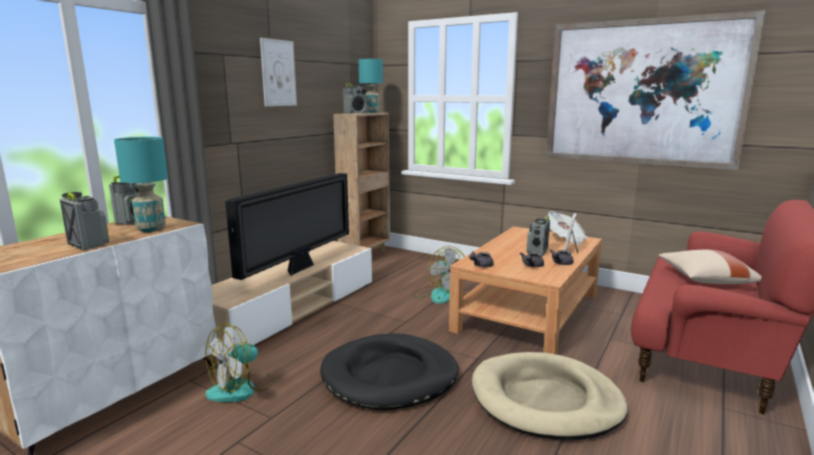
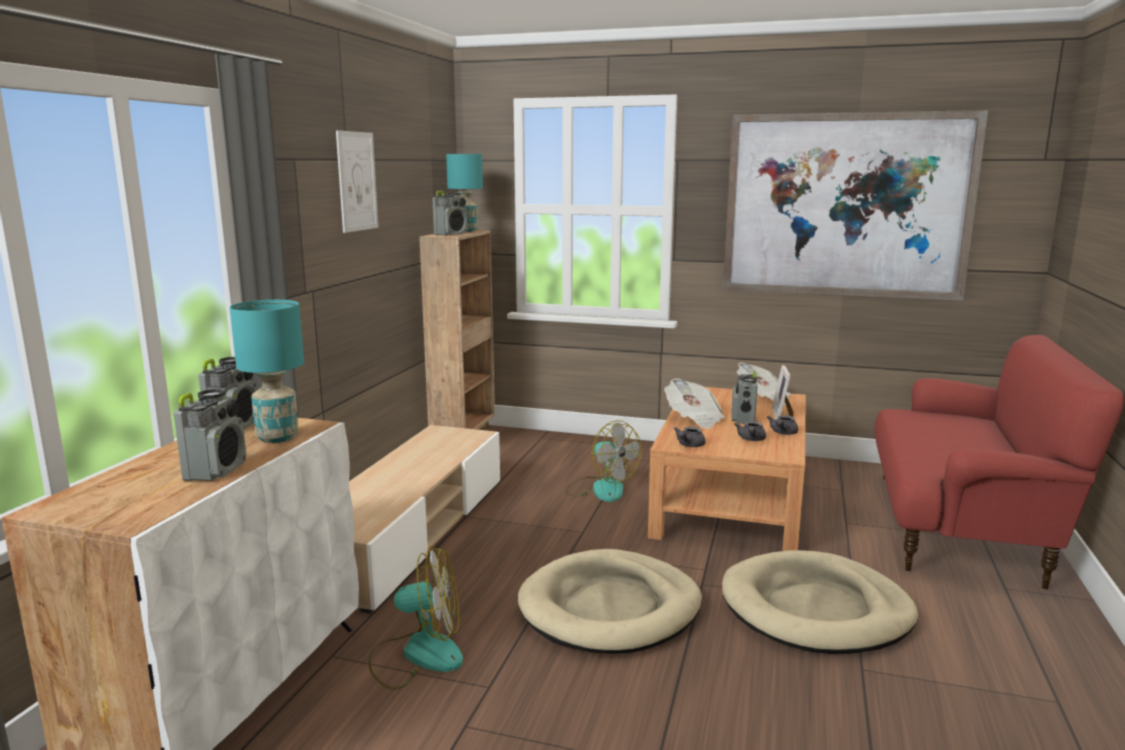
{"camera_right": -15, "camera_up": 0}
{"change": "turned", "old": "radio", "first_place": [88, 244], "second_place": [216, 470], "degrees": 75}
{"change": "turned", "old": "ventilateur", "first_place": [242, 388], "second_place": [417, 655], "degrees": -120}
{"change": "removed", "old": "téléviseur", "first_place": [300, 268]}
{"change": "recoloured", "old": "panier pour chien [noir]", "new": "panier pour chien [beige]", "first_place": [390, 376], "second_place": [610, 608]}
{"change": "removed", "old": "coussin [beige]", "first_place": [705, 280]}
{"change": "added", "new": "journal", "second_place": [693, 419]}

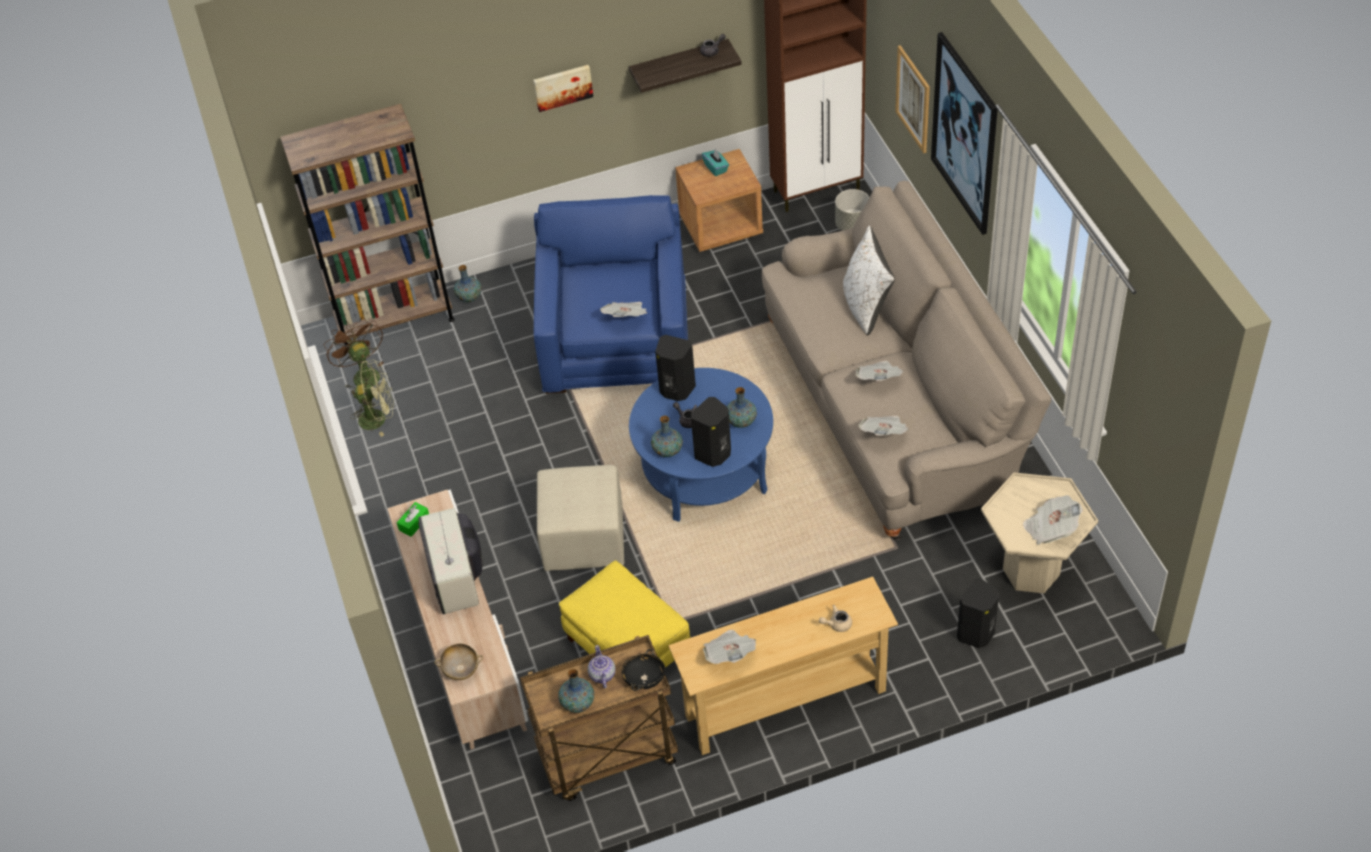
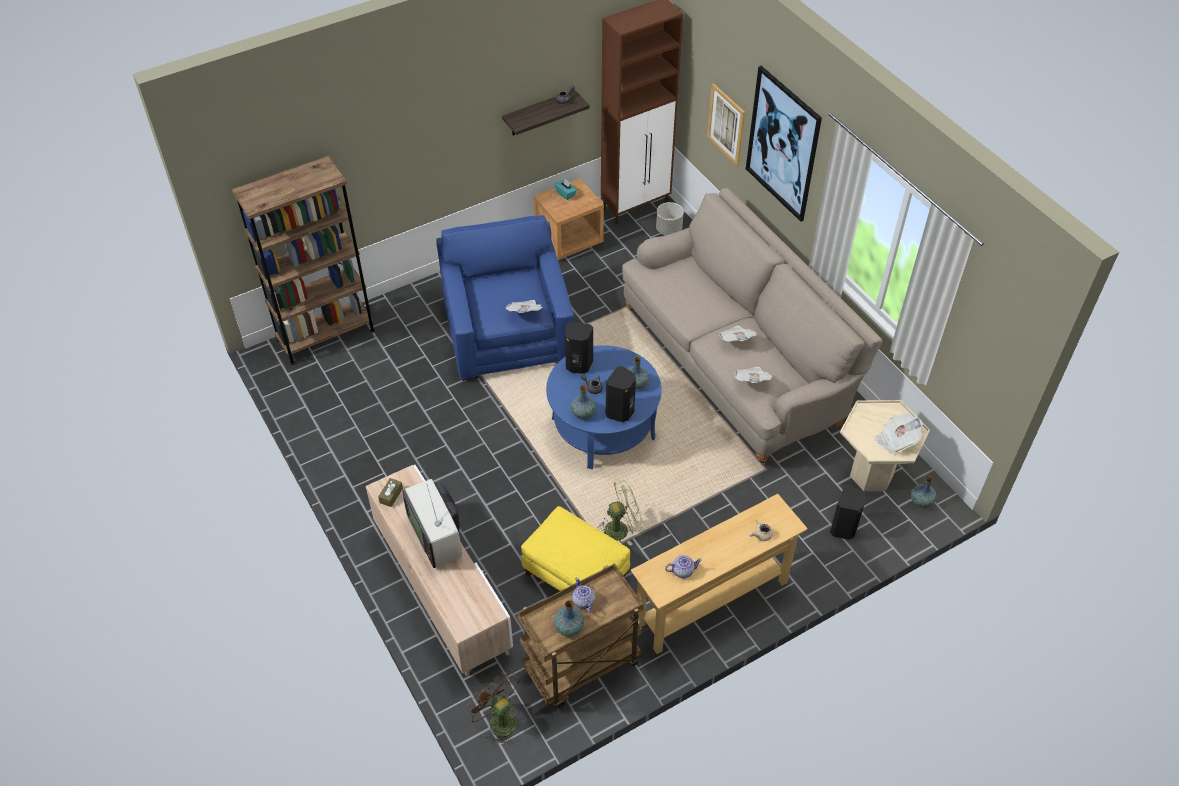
{"camera_right": -15, "camera_up": 0}
{"change": "moved", "old": "ventilateur [marron]", "first_place": [362, 375], "second_place": [497, 721]}
{"change": "moved", "old": "ventilateur [vert]", "first_place": [378, 418], "second_place": [621, 528]}
{"change": "recoloured", "old": "boîte à mouchoirs [vert]", "new": "boîte à mouchoirs [marron]", "first_place": [414, 523], "second_place": [391, 495]}
{"change": "removed", "old": "bol [beige]", "first_place": [461, 669]}
{"change": "moved", "old": "vase", "first_place": [469, 297], "second_place": [921, 501]}
{"change": "removed", "old": "tableau", "first_place": [562, 86]}
{"change": "removed", "old": "pouf [beige]", "first_place": [583, 538]}
{"change": "removed", "old": "bol [noir]", "first_place": [644, 679]}
{"change": "replaced", "old": "journal", "new": "théière", "first_place": [729, 654], "second_place": [682, 571]}
{"change": "removed", "old": "coussin [blanc]", "first_place": [866, 306]}

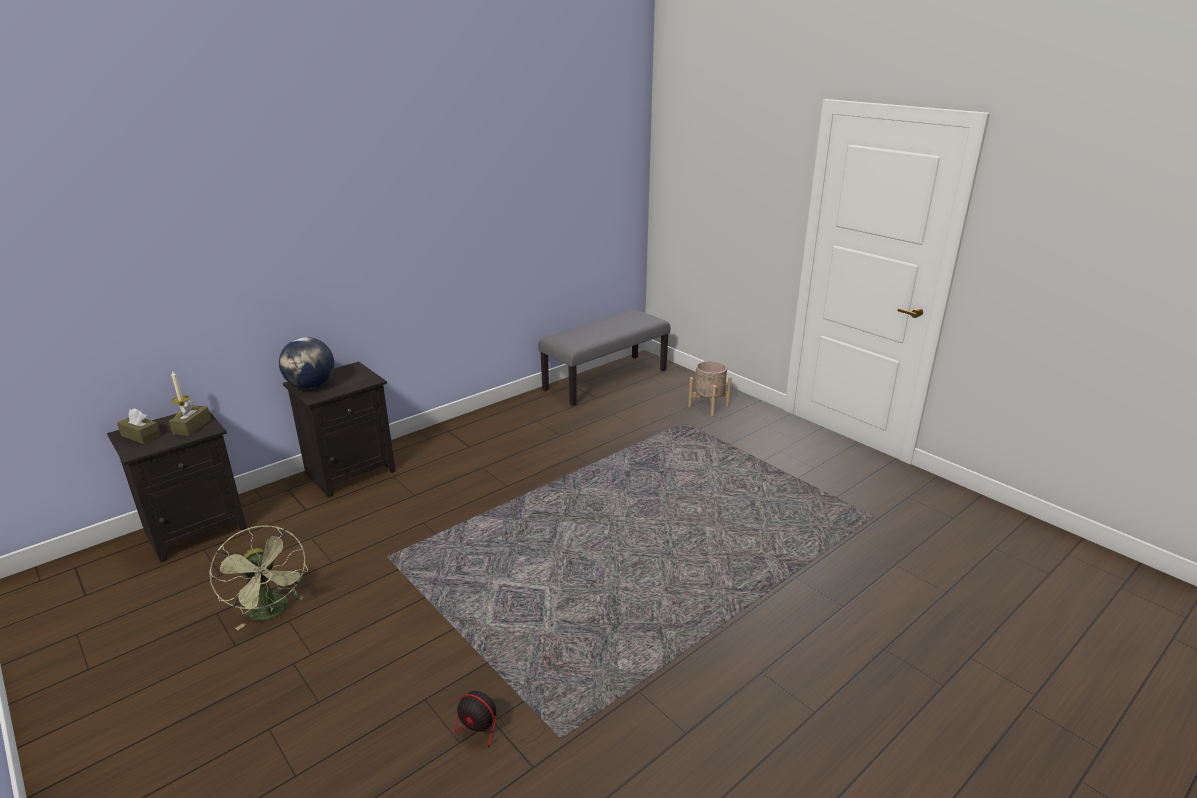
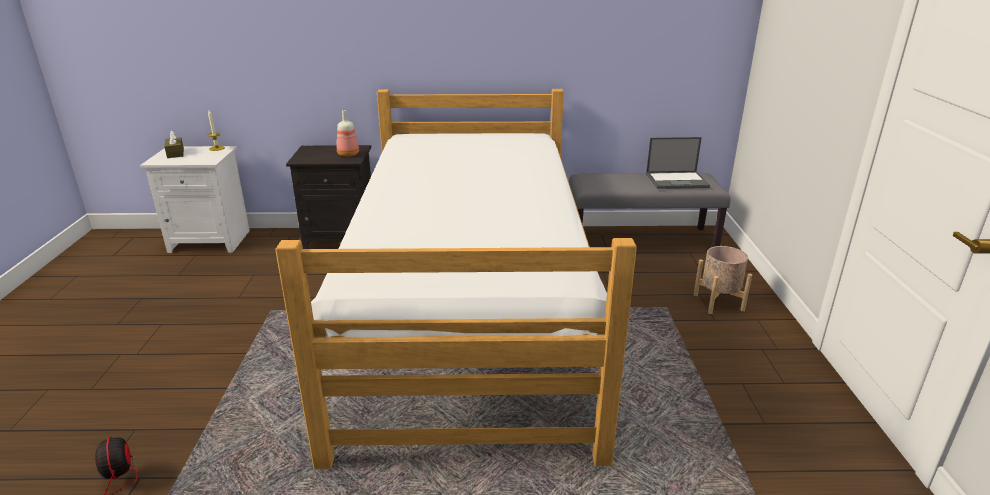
{"camera_right": 40, "camera_up": 0}
{"change": "recoloured", "old": "table de chevet [noir]", "new": "table de chevet [blanc]", "first_place": [197, 529], "second_place": [211, 240]}
{"change": "removed", "old": "boîte à mouchoirs [marron]", "first_place": [192, 427]}
{"change": "removed", "old": "ventilateur [vert]", "first_place": [272, 613]}
{"change": "removed", "old": "globe", "first_place": [311, 386]}
{"change": "added", "new": "lit", "second_place": [470, 313]}
{"change": "added", "new": "bouteille", "second_place": [347, 155]}
{"change": "added", "new": "ordinateur portable", "second_place": [677, 180]}

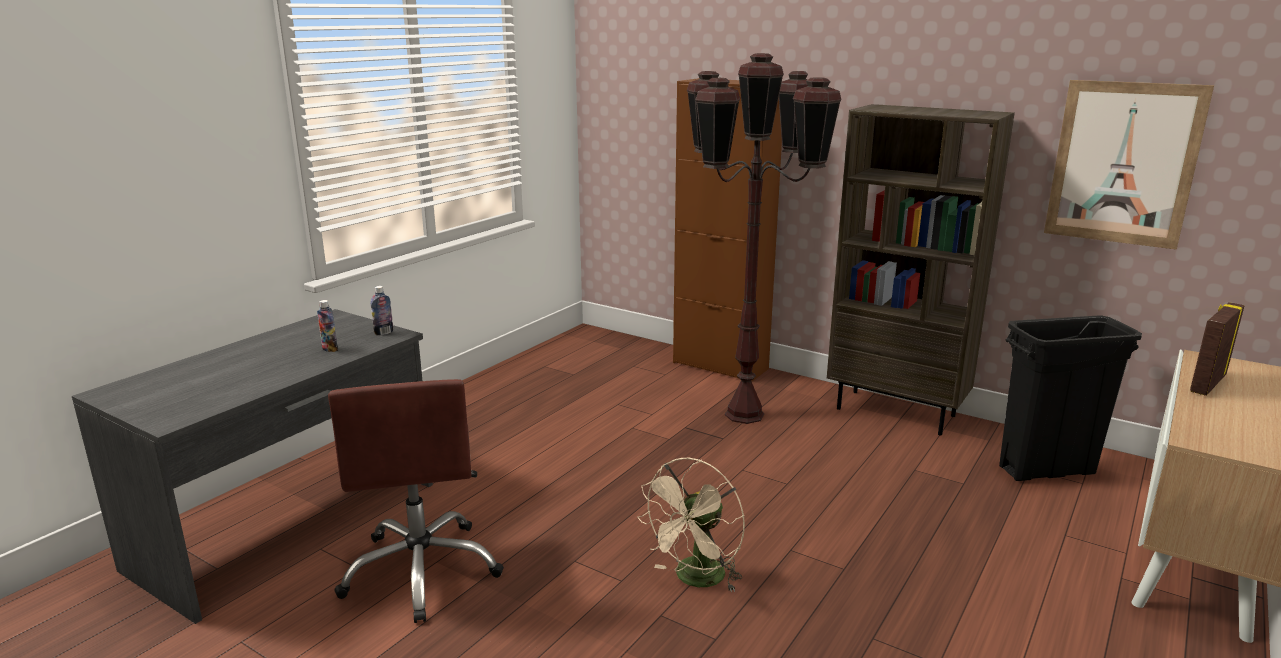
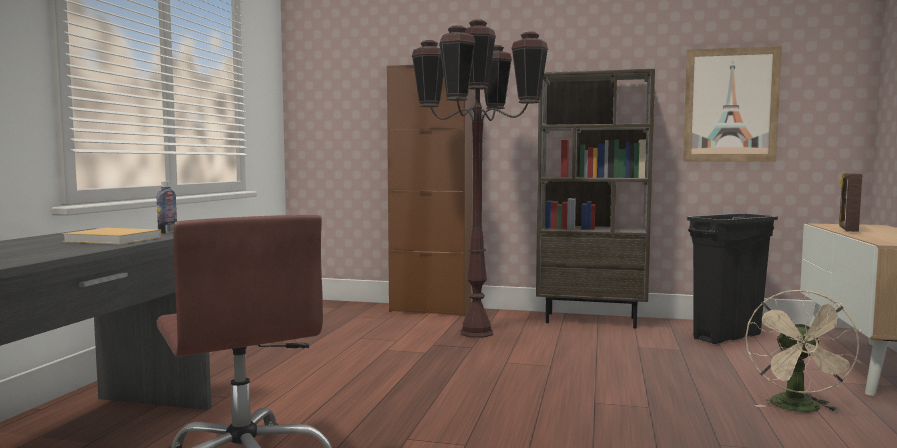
{"camera_right": -20, "camera_up": -15}
{"change": "replaced", "old": "bouteille", "new": "livre [beige]", "first_place": [330, 349], "second_place": [115, 239]}
{"change": "moved", "old": "ventilateur [beige]", "first_place": [695, 580], "second_place": [799, 409]}

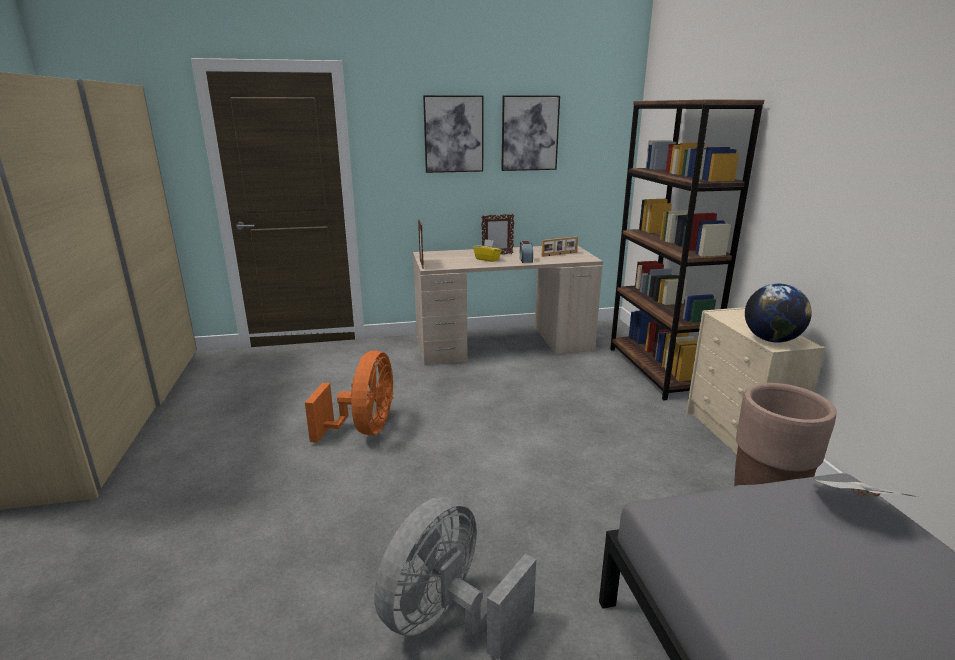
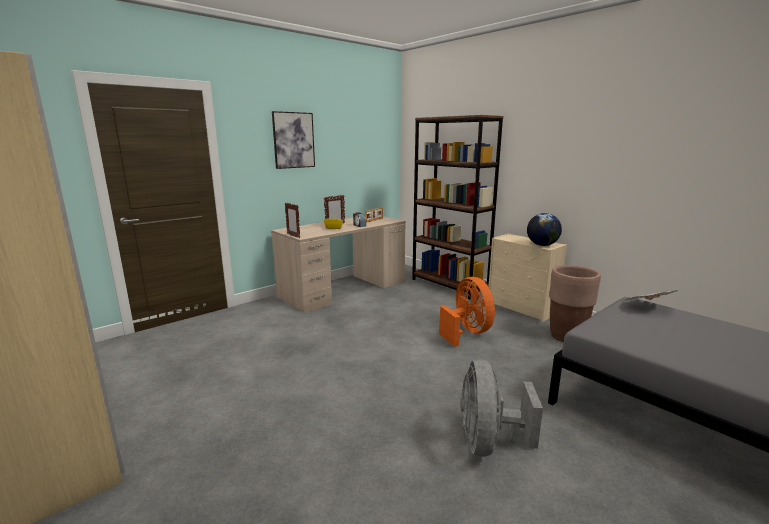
{"camera_right": -30, "camera_up": -5}
{"change": "moved", "old": "ventilateur [orange]", "first_place": [364, 429], "second_place": [467, 333]}
{"change": "removed", "old": "tableau", "first_place": [529, 133]}

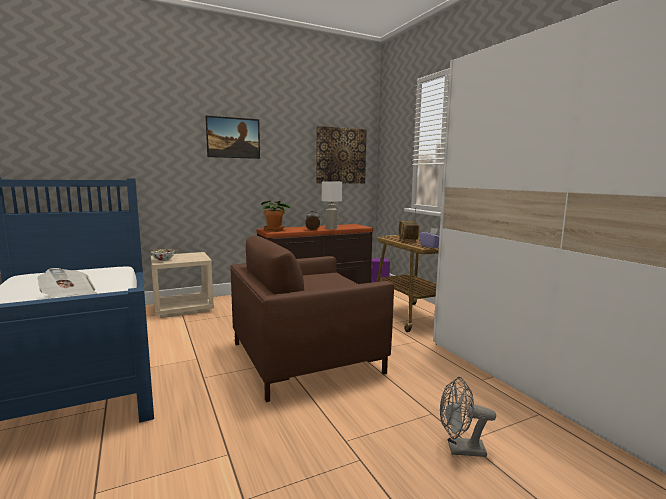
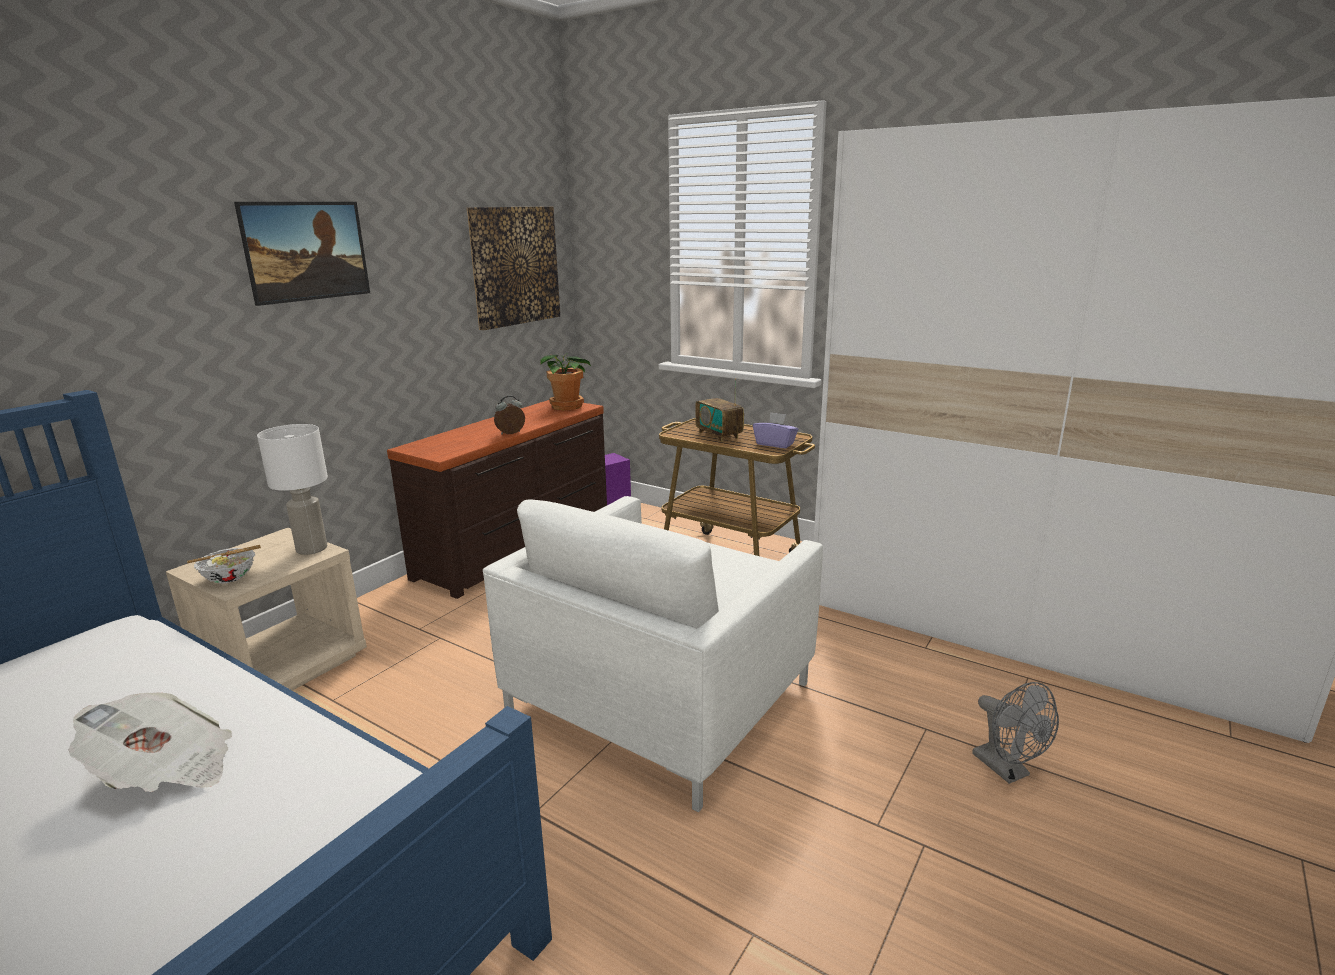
{"camera_right": -30, "camera_up": 10}
{"change": "recoloured", "old": "fauteuil [marron]", "new": "fauteuil [blanc]", "first_place": [305, 357], "second_place": [660, 698]}
{"change": "moved", "old": "plante en pot", "first_place": [275, 230], "second_place": [568, 406]}
{"change": "moved", "old": "lampe de table [blanc]", "first_place": [331, 228], "second_place": [312, 549]}
{"change": "turned", "old": "ventilateur [gris]", "first_place": [460, 449], "second_place": [1007, 770], "degrees": -90}

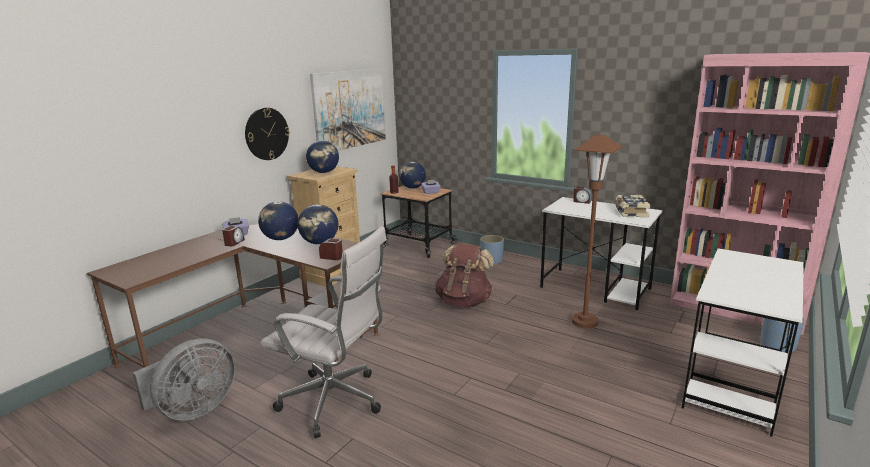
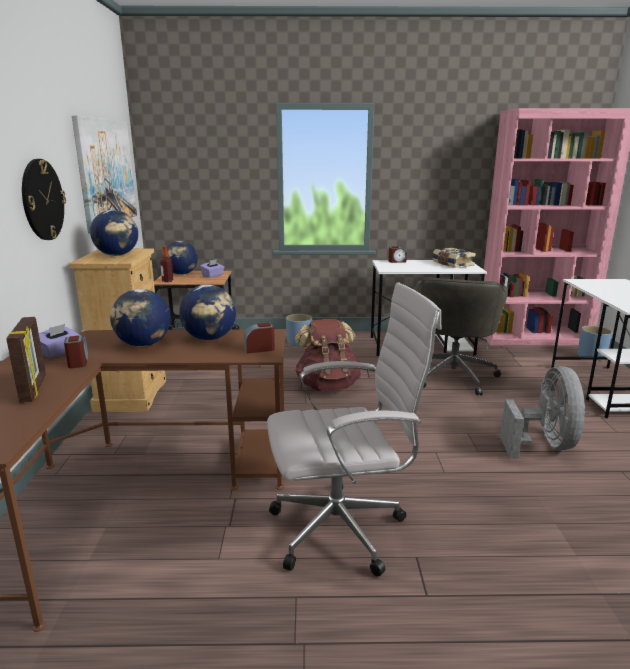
{"camera_right": -35, "camera_up": 0}
{"change": "moved", "old": "ventilateur [gris]", "first_place": [193, 410], "second_place": [544, 445]}
{"change": "replaced", "old": "lampadaire [marron]", "new": "chaise de bureau [gris]", "first_place": [584, 322], "second_place": [453, 375]}
{"change": "added", "new": "cadre photo", "second_place": [34, 389]}

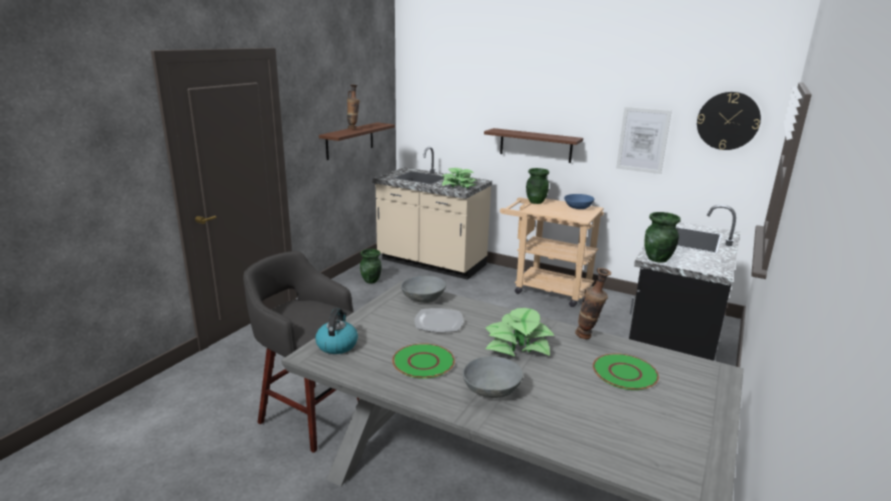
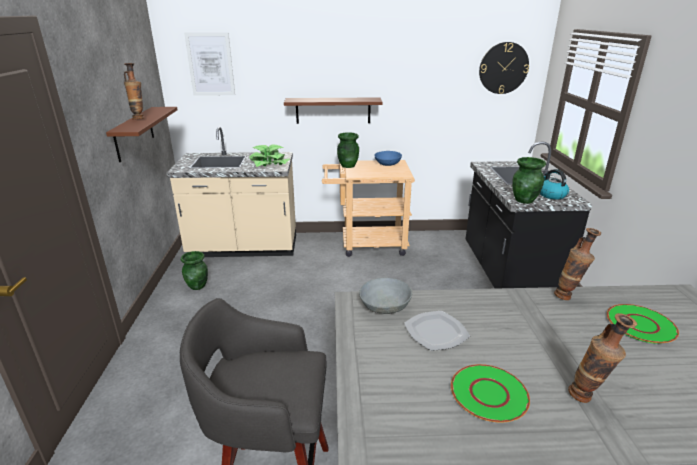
{"camera_right": -30, "camera_up": 5}
{"change": "moved", "old": "bouilloire", "first_place": [337, 345], "second_place": [551, 195]}
{"change": "replaced", "old": "bol [gris]", "new": "vase", "first_place": [492, 390], "second_place": [587, 398]}
{"change": "removed", "old": "plante en pot", "first_place": [517, 344]}
{"change": "moved", "old": "tableau", "first_place": [643, 140], "second_place": [210, 64]}

